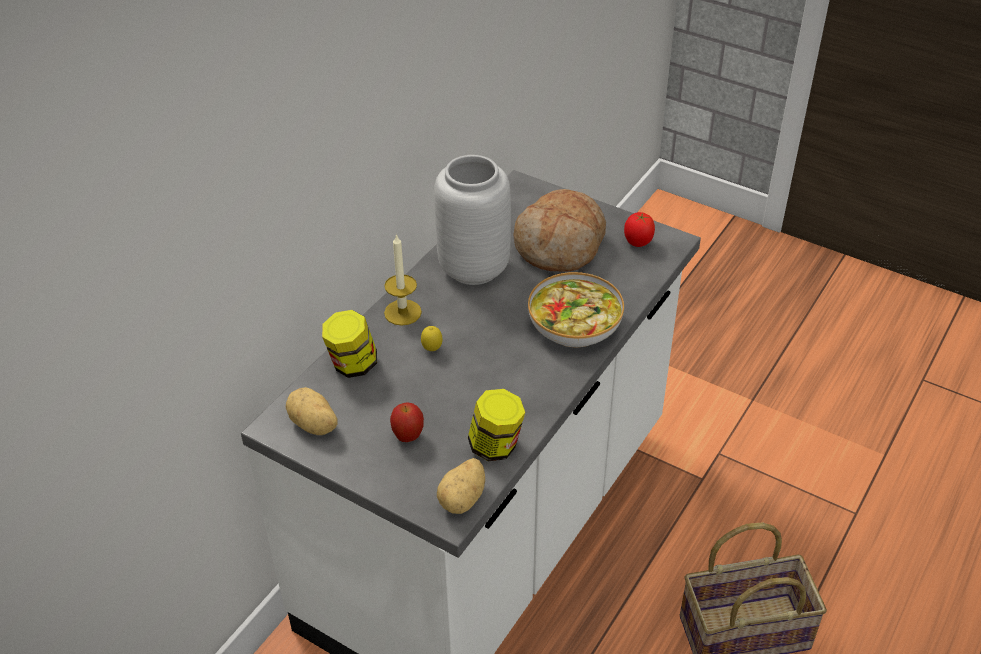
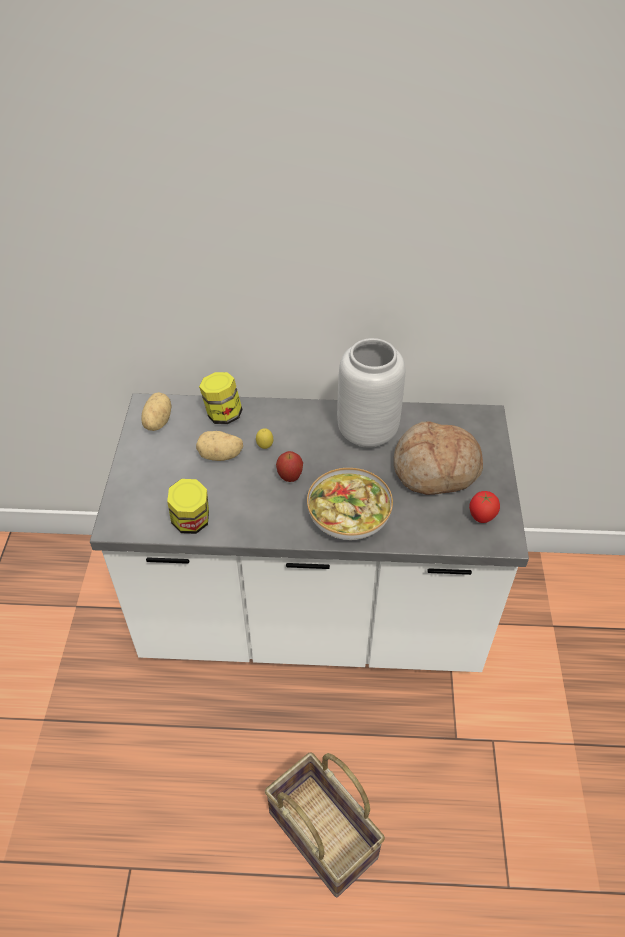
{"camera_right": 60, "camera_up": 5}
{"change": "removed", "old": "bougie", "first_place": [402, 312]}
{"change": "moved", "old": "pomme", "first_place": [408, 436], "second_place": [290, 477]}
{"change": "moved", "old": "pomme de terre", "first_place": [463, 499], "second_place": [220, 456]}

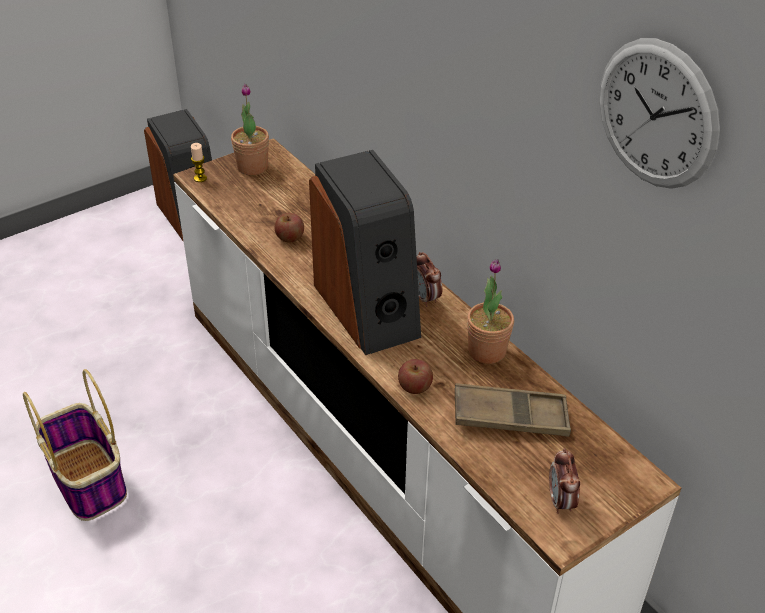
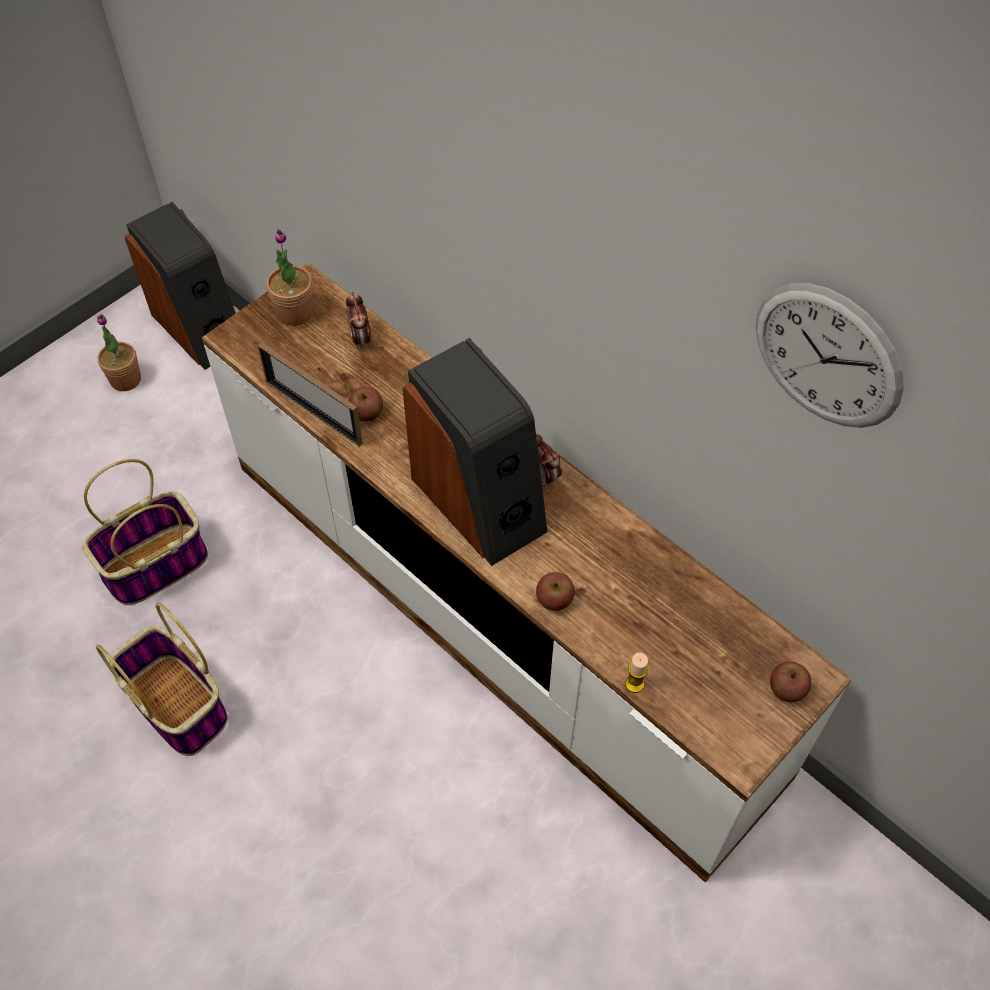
{"camera_right": -10, "camera_up": 15}
{"change": "moved", "old": "bougie", "first_place": [200, 178], "second_place": [634, 684]}
{"change": "removed", "old": "plateau [marron]", "first_place": [510, 416]}
{"change": "moved", "old": "plante en pot", "first_place": [487, 351], "second_place": [125, 379]}
{"change": "moved", "old": "réveil", "first_place": [561, 501], "second_place": [360, 338]}
{"change": "added", "new": "panier", "second_place": [154, 566]}
{"change": "added", "new": "cadre photo", "second_place": [314, 412]}
{"change": "added", "new": "pomme", "second_place": [787, 689]}

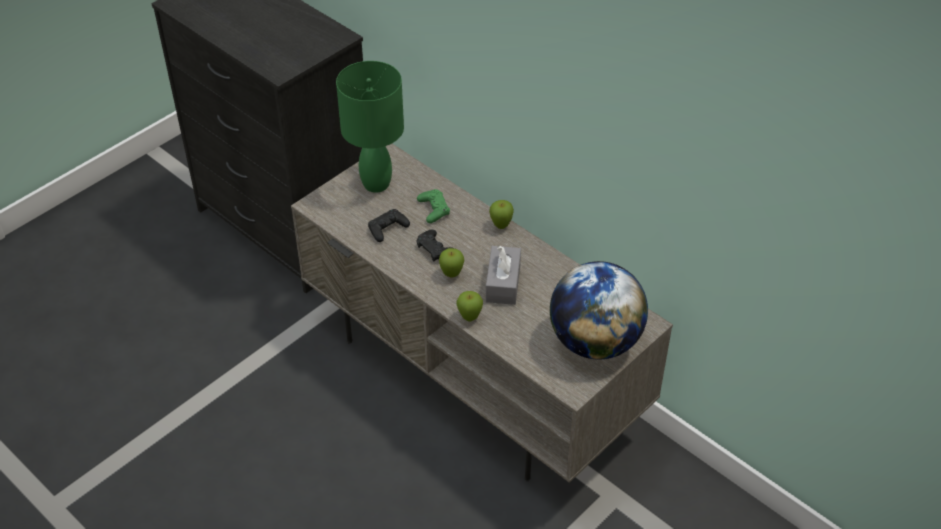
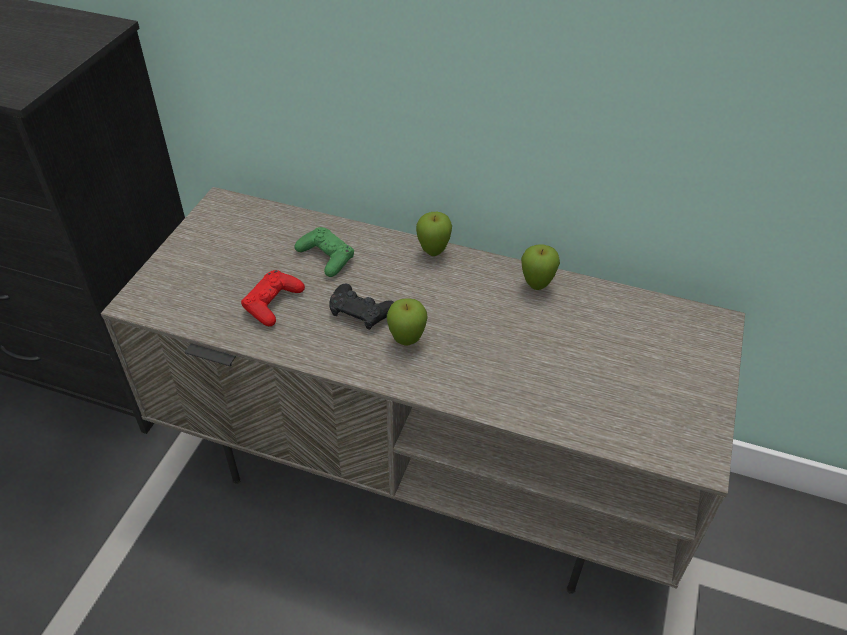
{"camera_right": -25, "camera_up": 0}
{"change": "removed", "old": "lampe de table [vert]", "first_place": [376, 184]}
{"change": "recoloured", "old": "manette [noir]", "new": "manette [rouge]", "first_place": [387, 229], "second_place": [272, 303]}
{"change": "moved", "old": "pomme", "first_place": [469, 318], "second_place": [536, 285]}
{"change": "removed", "old": "boîte à mouchoirs [gris]", "first_place": [503, 283]}
{"change": "removed", "old": "globe", "first_place": [595, 342]}

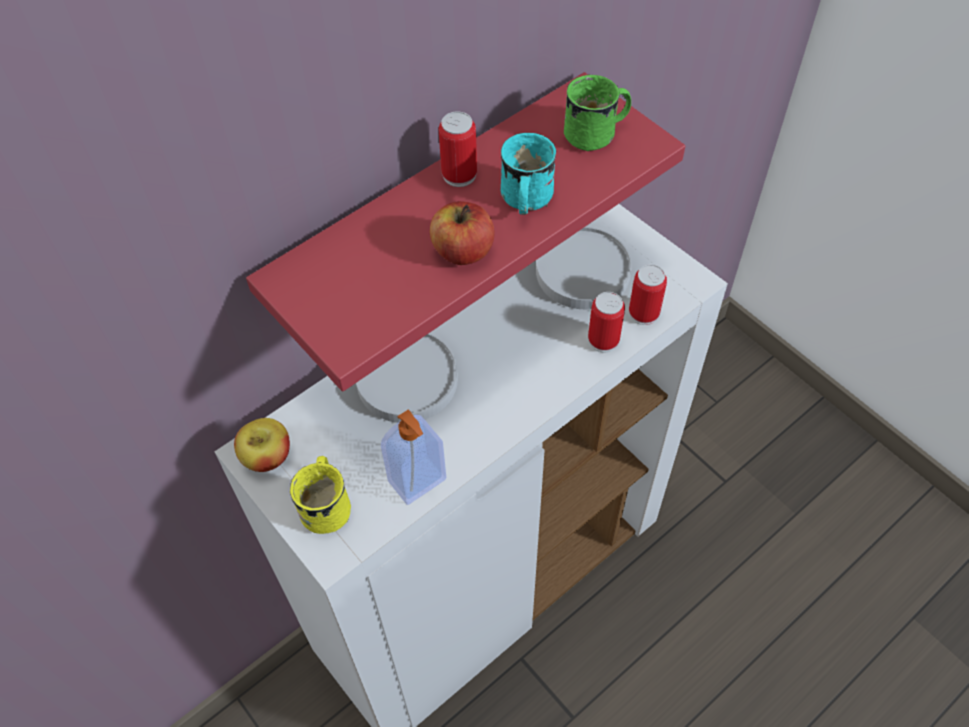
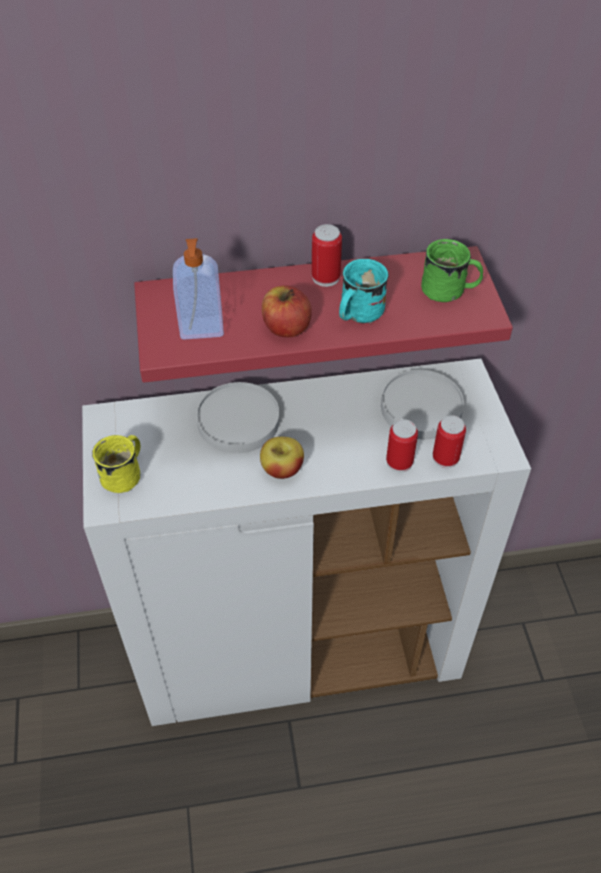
{"camera_right": 30, "camera_up": -5}
{"change": "moved", "old": "pomme", "first_place": [267, 457], "second_place": [282, 469]}
{"change": "moved", "old": "distributeur de savon", "first_place": [418, 482], "second_place": [201, 329]}

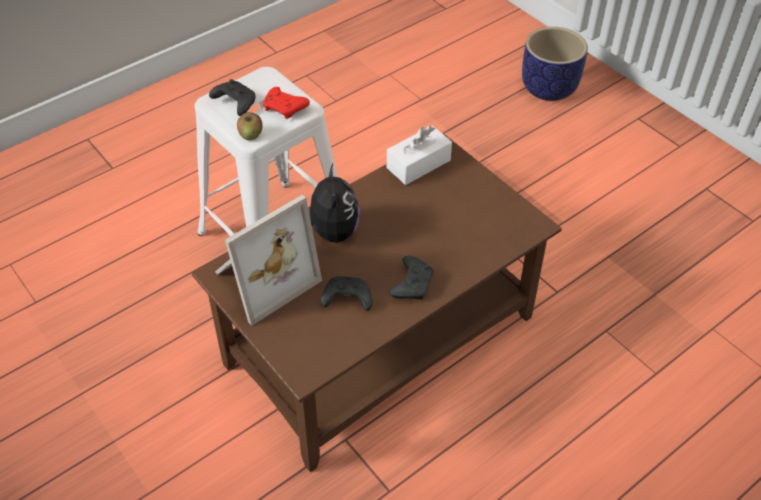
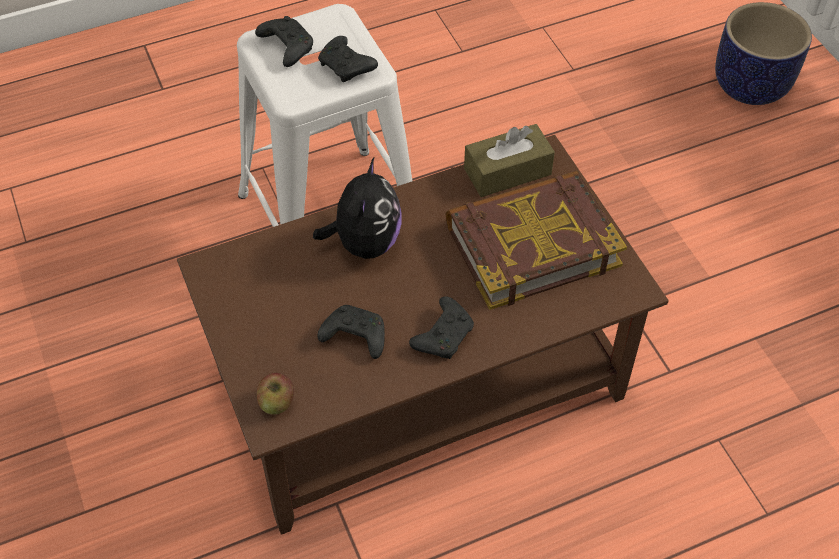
{"camera_right": 15, "camera_up": 5}
{"change": "removed", "old": "cadre photo", "first_place": [263, 277]}
{"change": "moved", "old": "pomme", "first_place": [251, 135], "second_place": [277, 402]}
{"change": "recoloured", "old": "manette [rouge]", "new": "manette [noir]", "first_place": [285, 109], "second_place": [347, 67]}
{"change": "recoloured", "old": "boîte à mouchoirs [blanc]", "new": "boîte à mouchoirs [marron]", "first_place": [418, 164], "second_place": [507, 171]}
{"change": "added", "new": "livre", "second_place": [531, 244]}

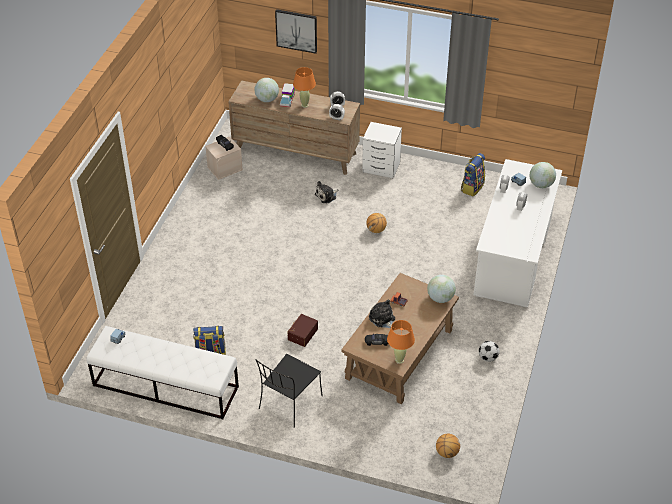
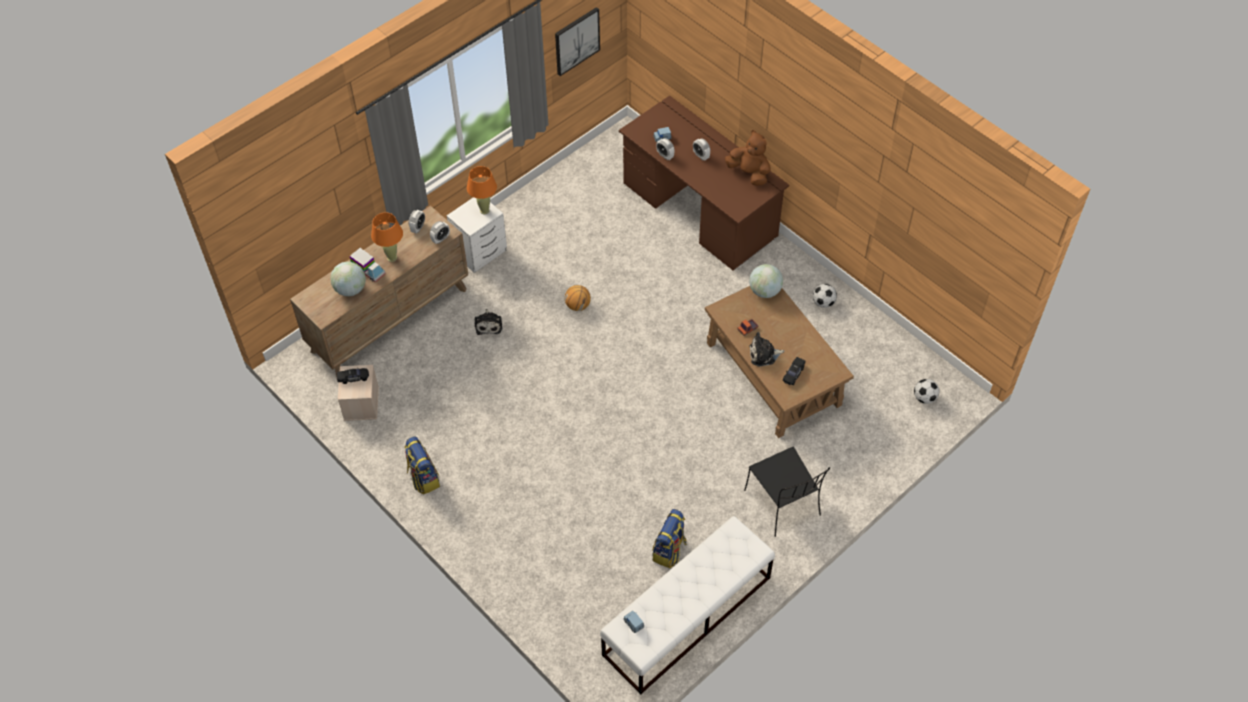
{"camera_right": -60, "camera_up": 10}
{"change": "moved", "old": "tableau", "first_place": [296, 30], "second_place": [576, 40]}
{"change": "removed", "old": "boîte de rangement [marron]", "first_place": [302, 334]}
{"change": "moved", "old": "lampe de table [orange]", "first_place": [399, 360], "second_place": [484, 210]}
{"change": "replaced", "old": "ballon de basket", "new": "ballon de foot", "first_place": [447, 453], "second_place": [924, 398]}
{"change": "moved", "old": "sac à dos", "first_place": [472, 187], "second_place": [423, 478]}
{"change": "recoloured", "old": "bureau [blanc]", "new": "bureau [marron]", "first_place": [513, 256], "second_place": [700, 210]}
{"change": "removed", "old": "globe", "first_place": [541, 185]}
{"change": "added", "new": "peluche [marron]", "second_place": [749, 173]}

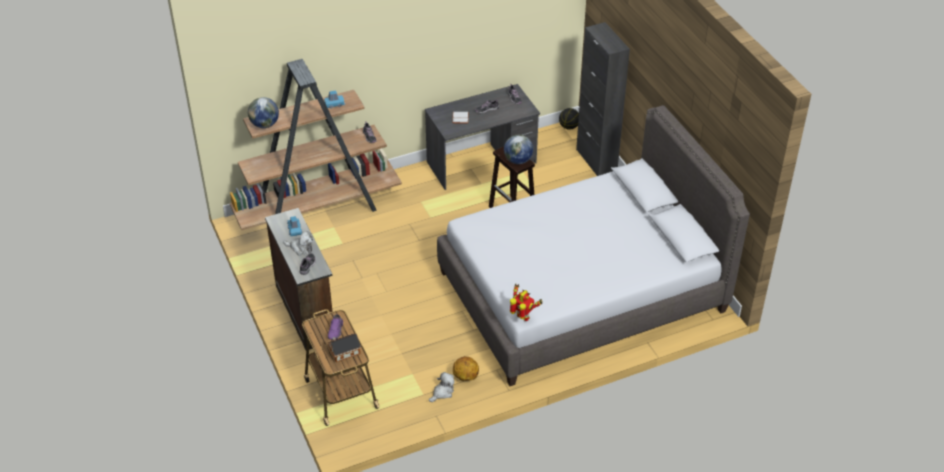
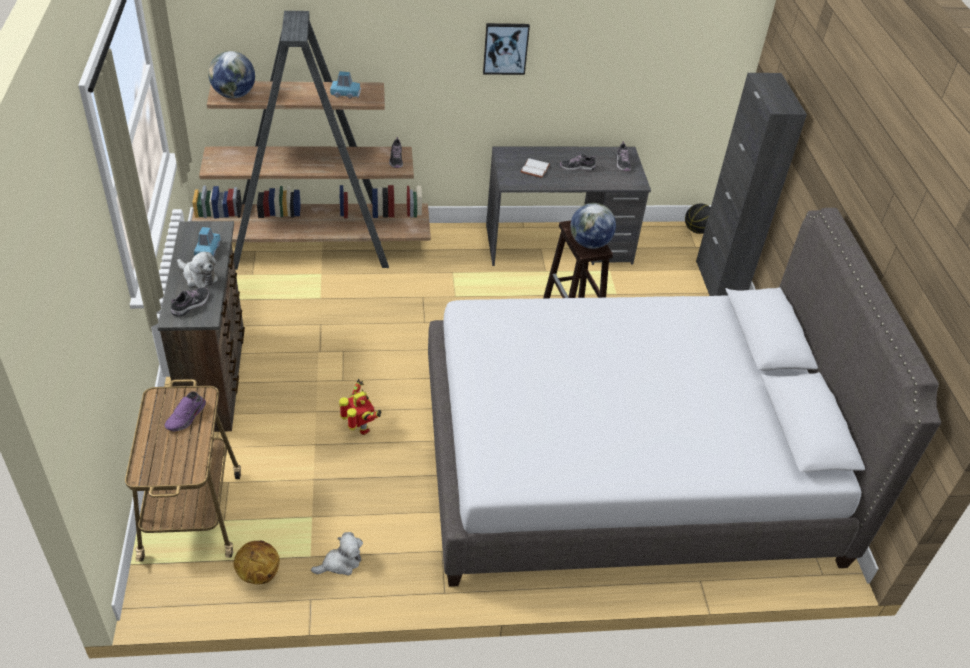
{"camera_right": 15, "camera_up": 0}
{"change": "removed", "old": "maison miniature", "first_place": [343, 352]}
{"change": "moved", "old": "ballon de basket", "first_place": [465, 377], "second_place": [258, 574]}
{"change": "moved", "old": "robot jouet", "first_place": [522, 318], "second_place": [360, 429]}
{"change": "added", "new": "tableau", "second_place": [505, 48]}

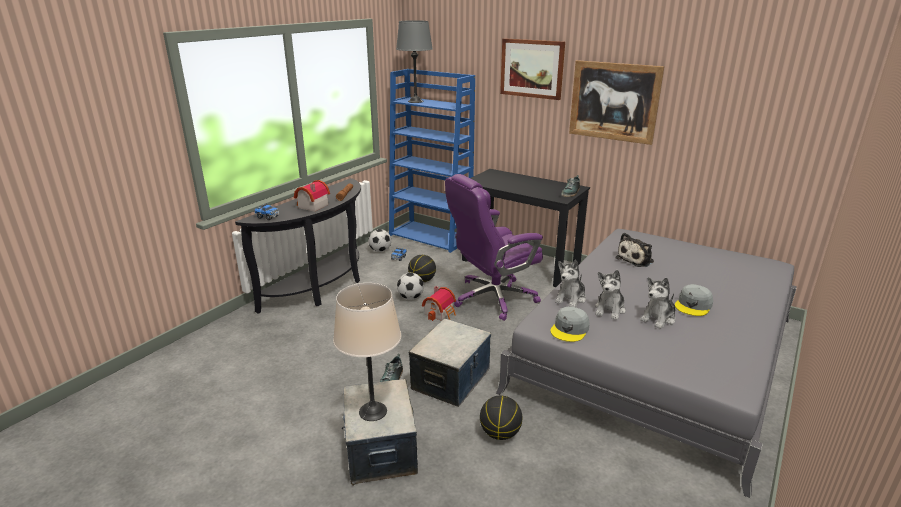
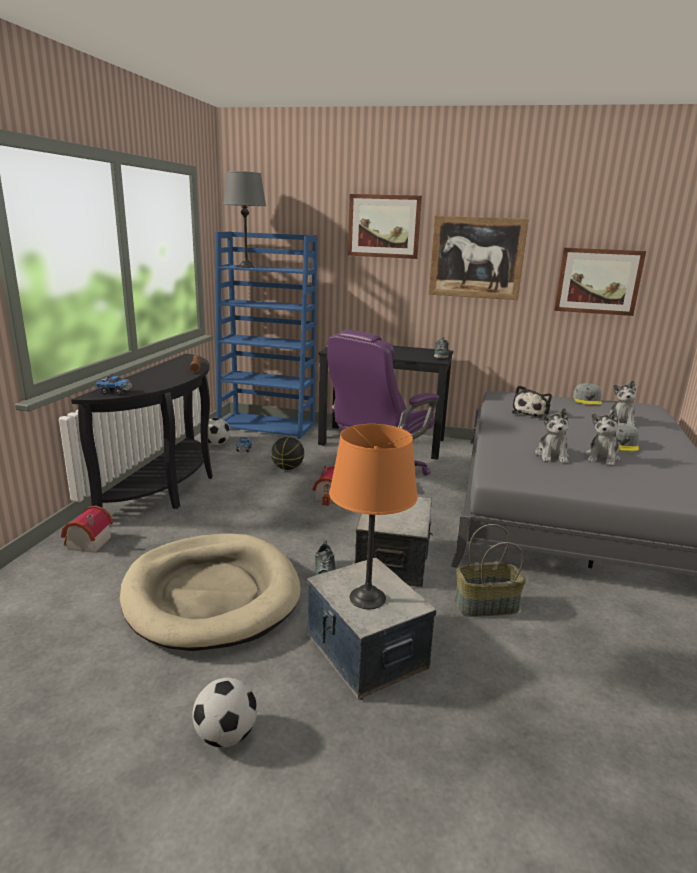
{"camera_right": -20, "camera_up": -5}
{"change": "moved", "old": "maison miniature", "first_place": [311, 206], "second_place": [86, 544]}
{"change": "recoloured", "old": "lampe de table [beige]", "new": "lampe de table [orange]", "first_place": [372, 411], "second_place": [367, 598]}
{"change": "moved", "old": "ballon de foot", "first_place": [410, 297], "second_place": [226, 735]}
{"change": "replaced", "old": "ballon de basket", "new": "panier", "first_place": [499, 433], "second_place": [486, 606]}
{"change": "moved", "old": "casquette [gris]", "first_place": [570, 329], "second_place": [587, 400]}
{"change": "moved", "old": "peluche", "first_place": [571, 299], "second_place": [620, 421]}
{"change": "added", "new": "panier pour chien [beige]", "second_place": [211, 594]}
{"change": "added", "new": "tableau", "second_place": [598, 281]}

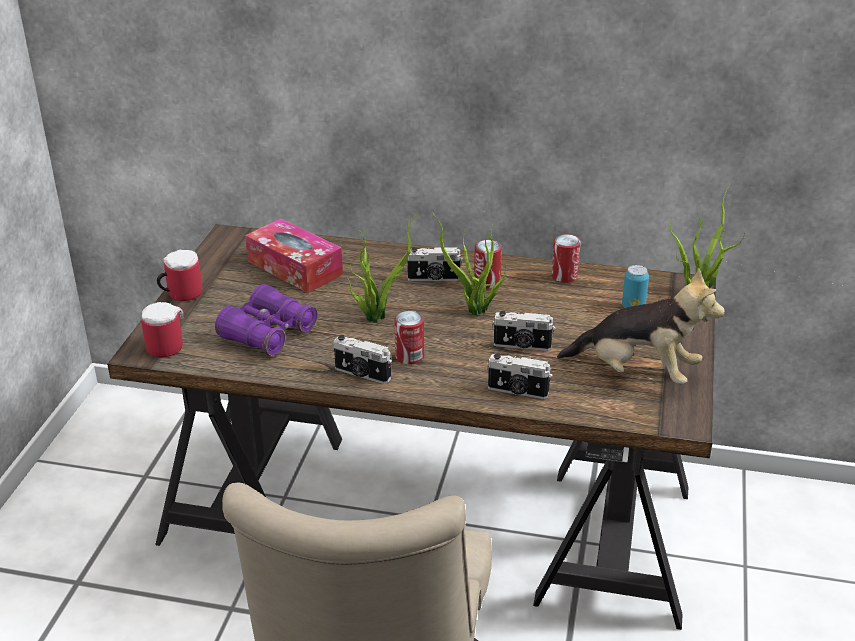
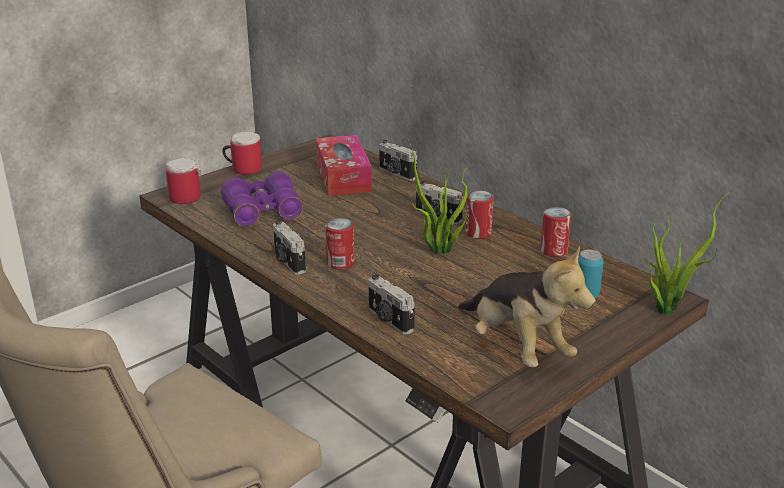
{"camera_right": 35, "camera_up": -5}
{"change": "removed", "old": "plante en pot", "first_place": [377, 315]}
{"change": "moved", "old": "appareil photo", "first_place": [522, 346], "second_place": [396, 173]}

